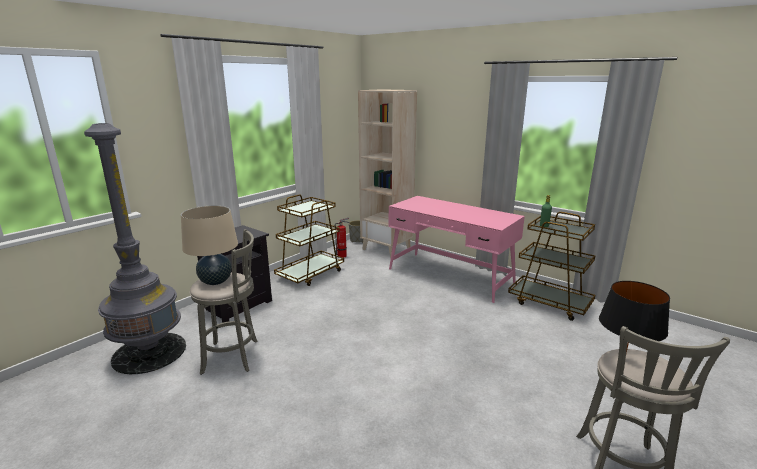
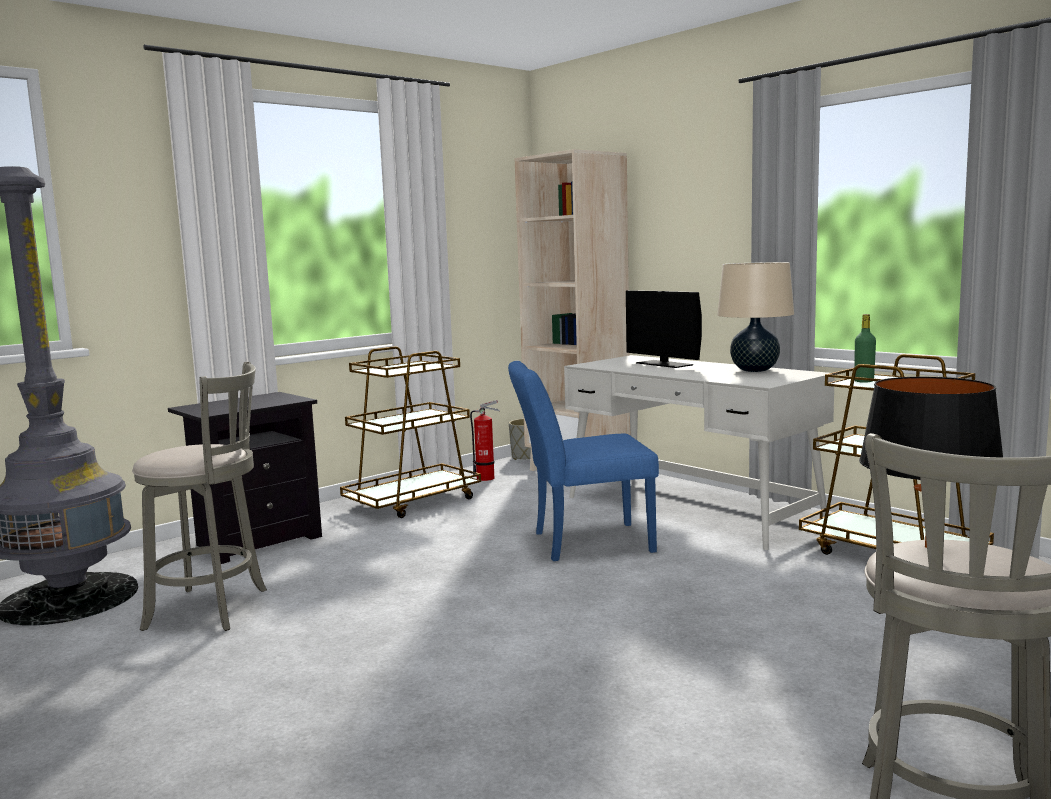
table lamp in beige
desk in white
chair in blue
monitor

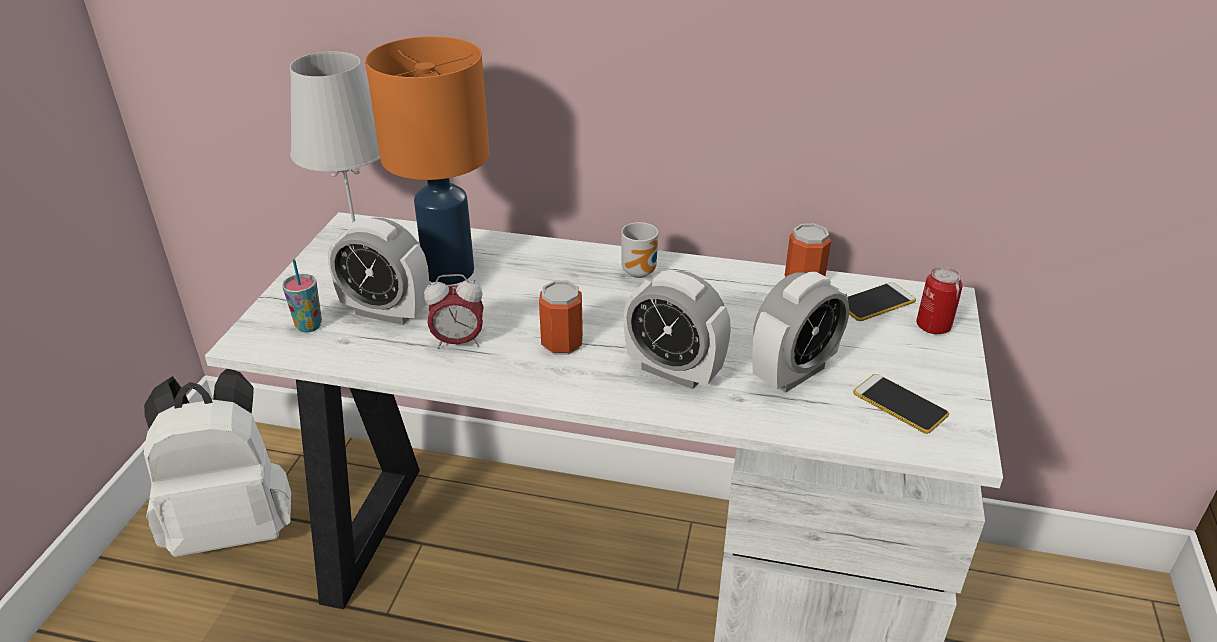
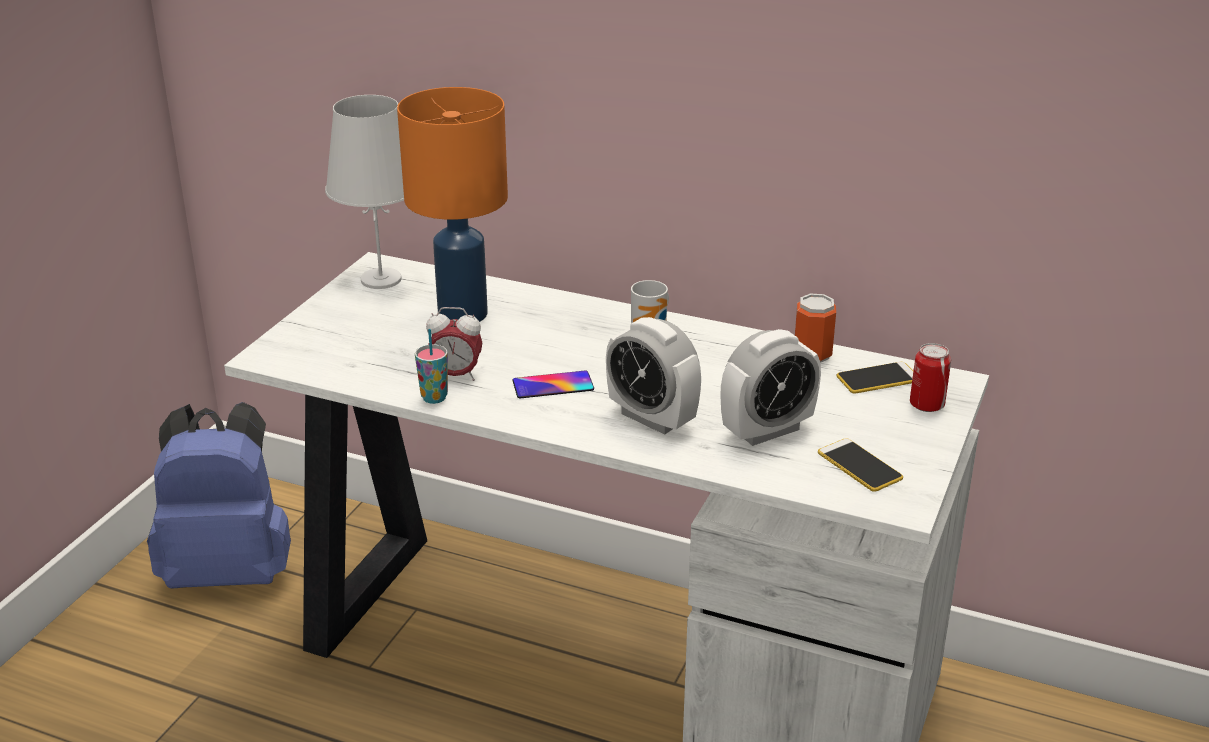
backpack in blue
cup
alarm clock (no. 1 from left in the first image)
phone (no. 1 from left)

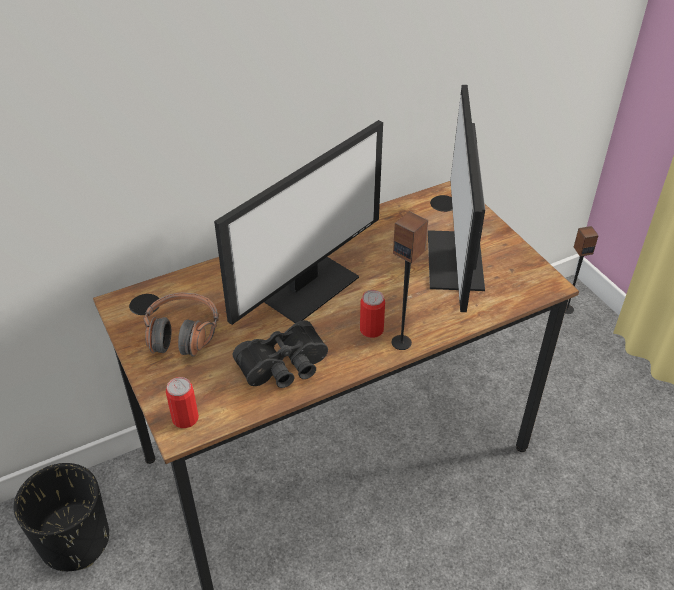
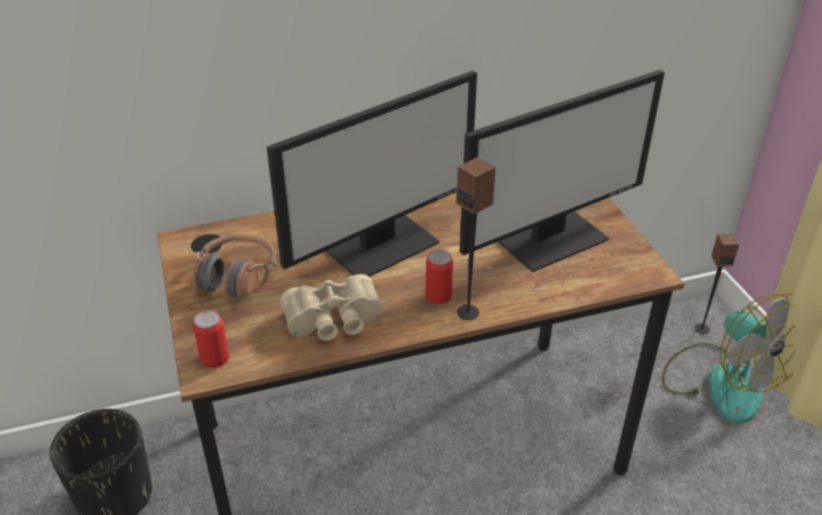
binoculars in beige
monitor (no. 2 from left)
fan

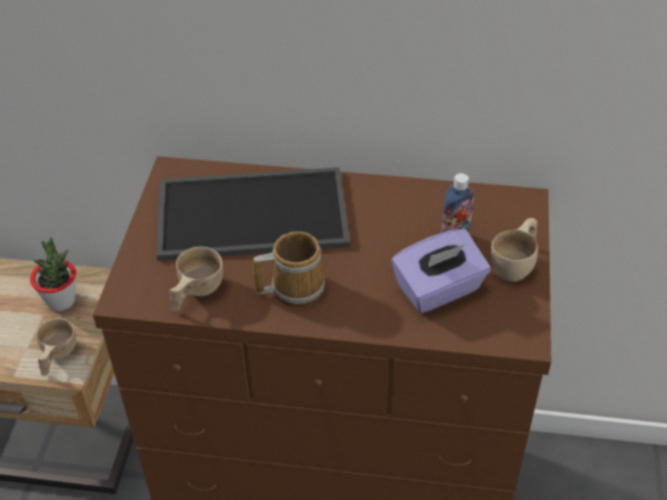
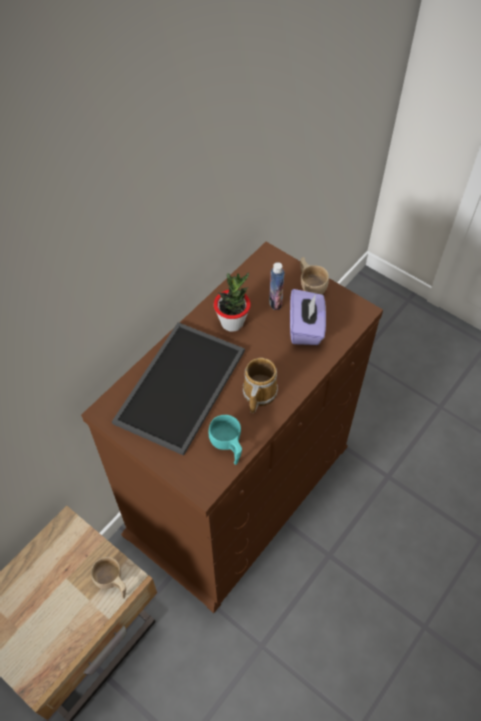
potted plant
cup in turquoise

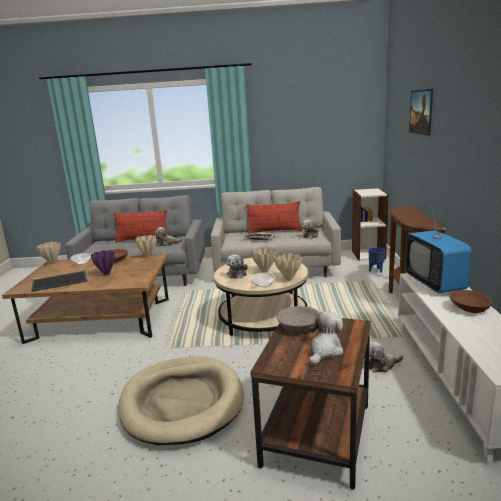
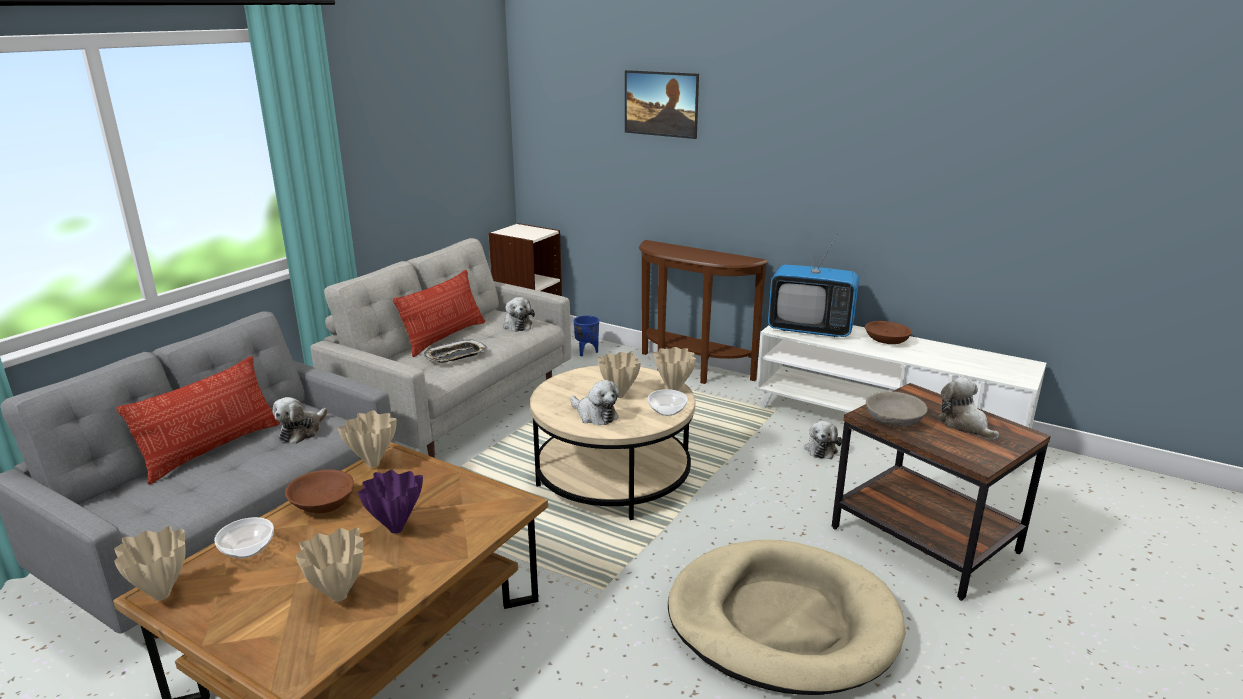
vase in beige (no. 2 from left)

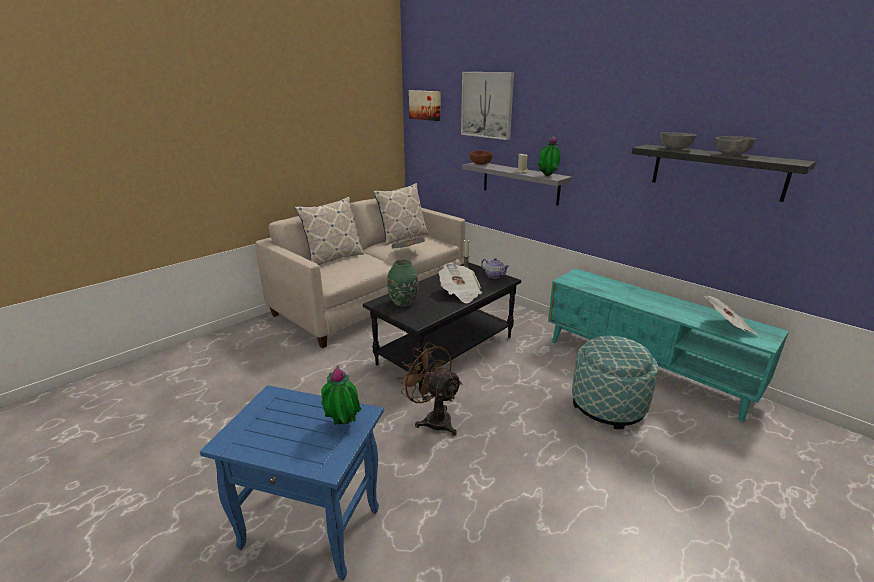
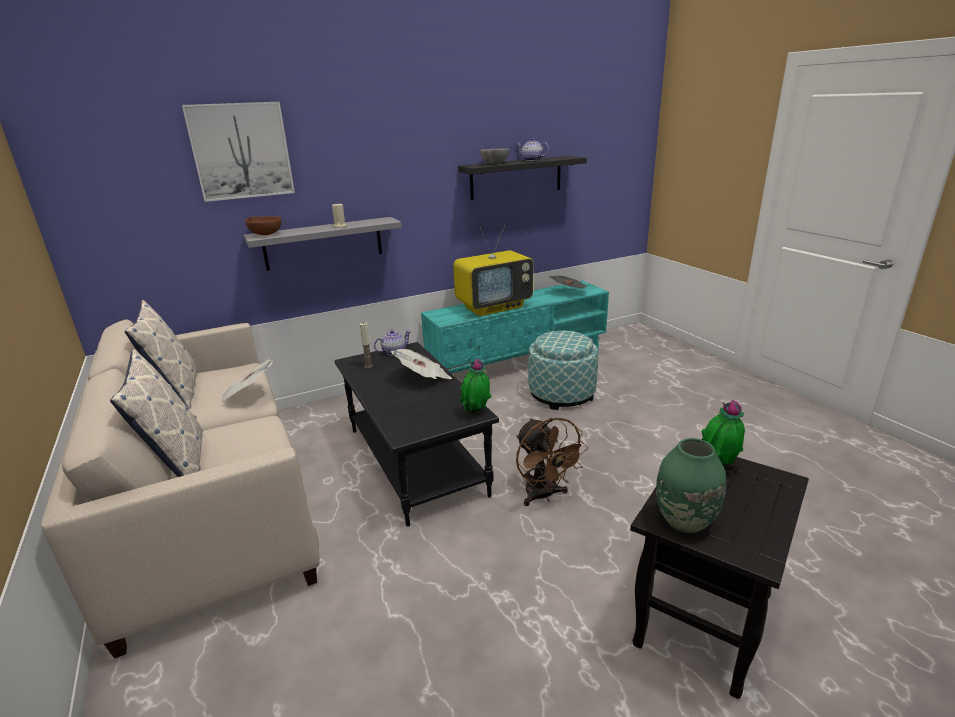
side table in black
vase in green
fan in brown
picture (no. 1 from left in the first image)
potted plant (no. 1 from left)
teapot (no. 2 from left)
television

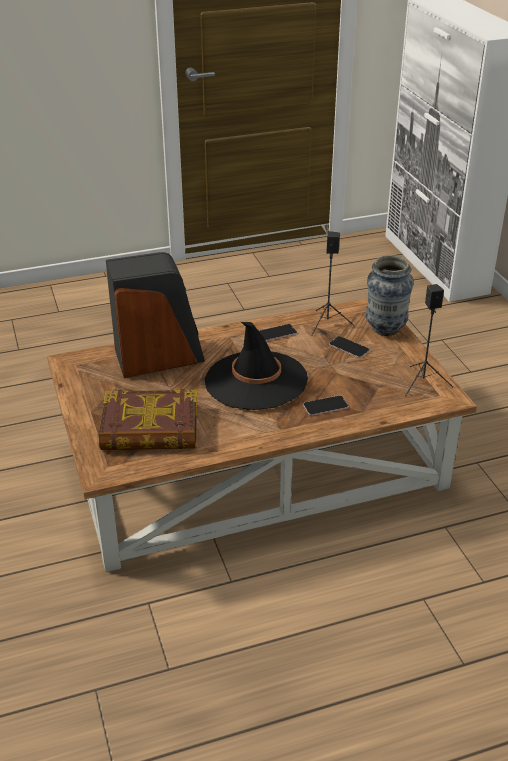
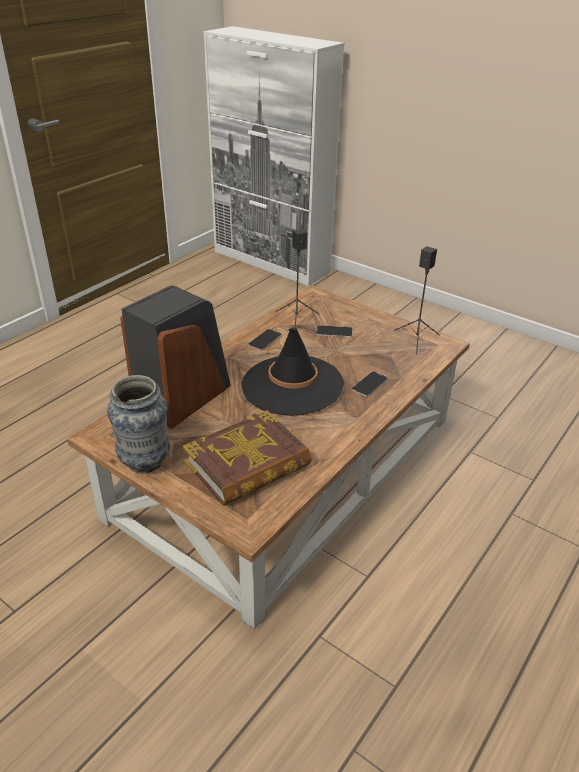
vase

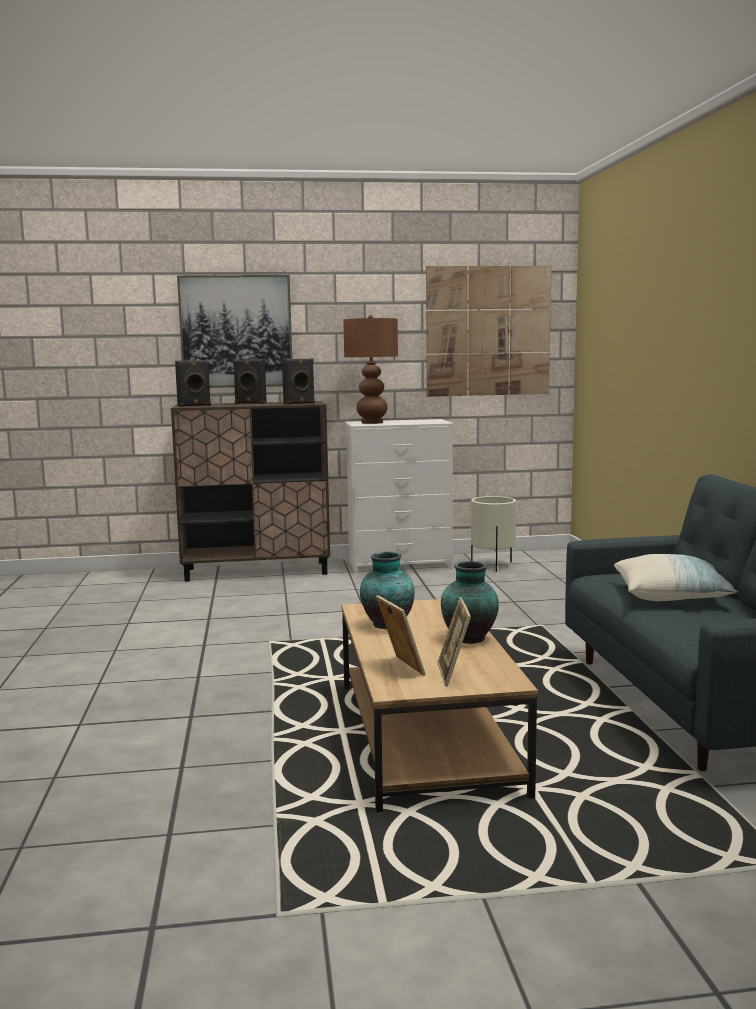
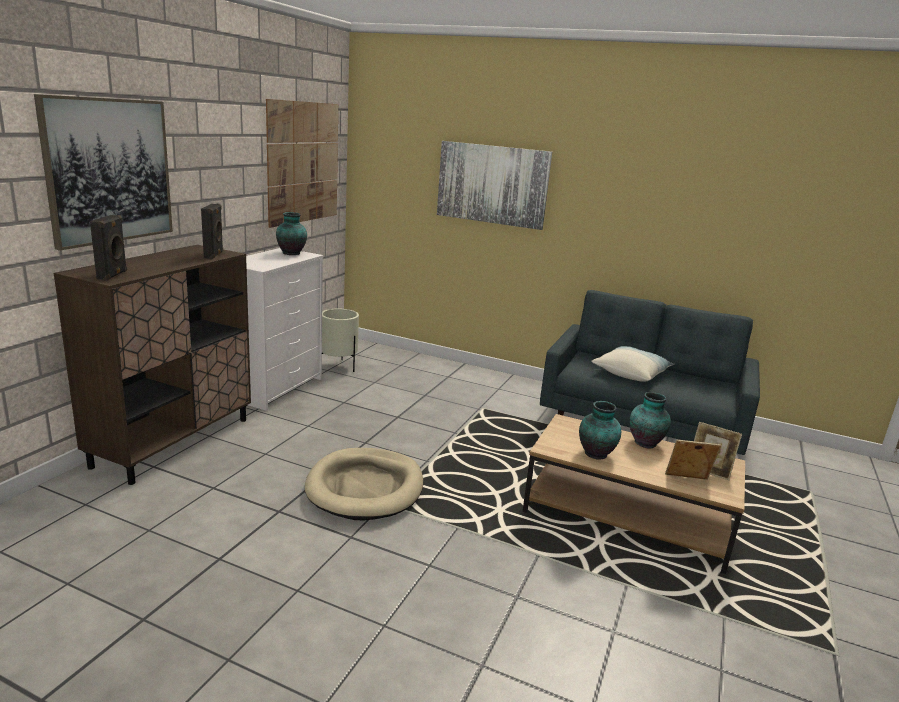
speaker in black (no. 2 from left in the first image)
table lamp in brown
vase (no. 1 from left)
dog bed in beige
picture (no. 3 from left)

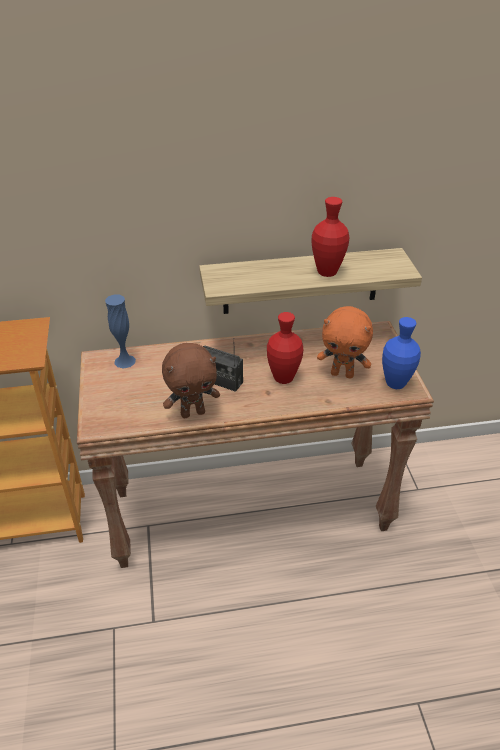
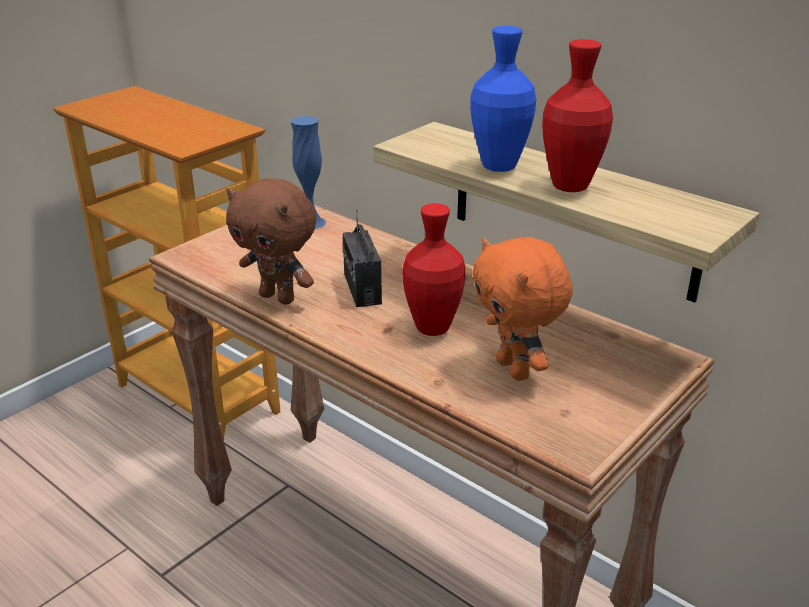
vase in blue (no. 2 from left)

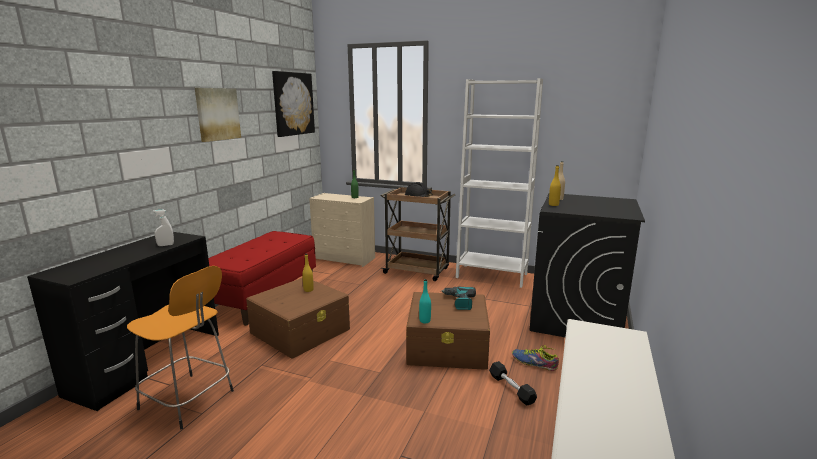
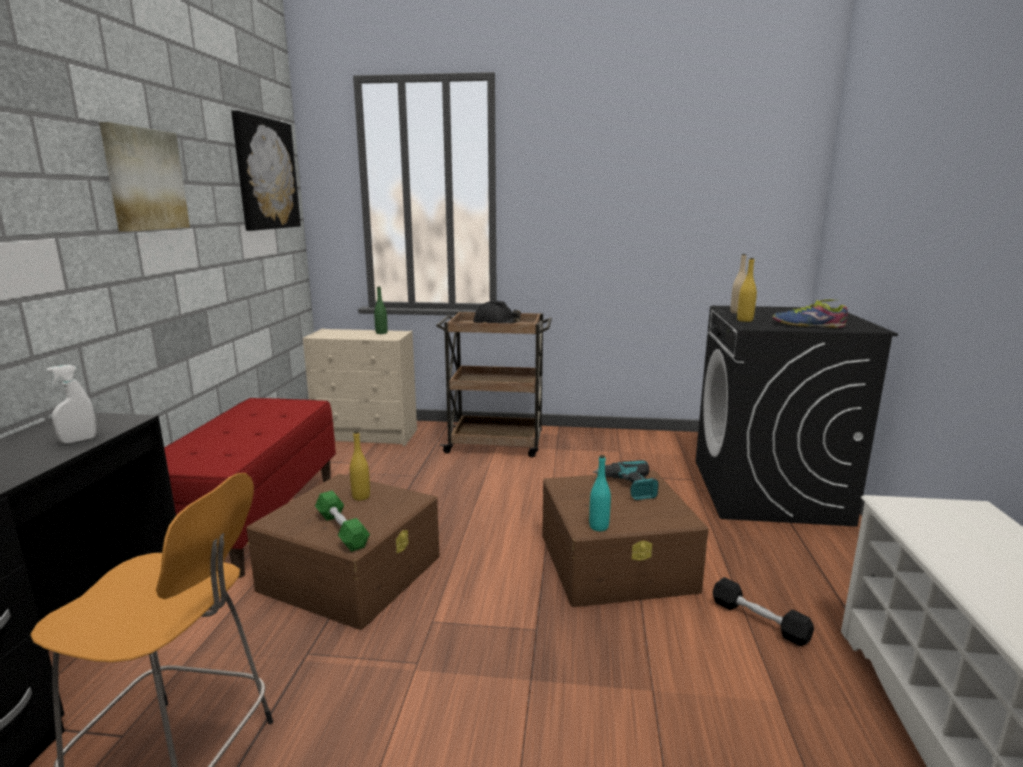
bookcase in white
shoe
dumbbell in green

